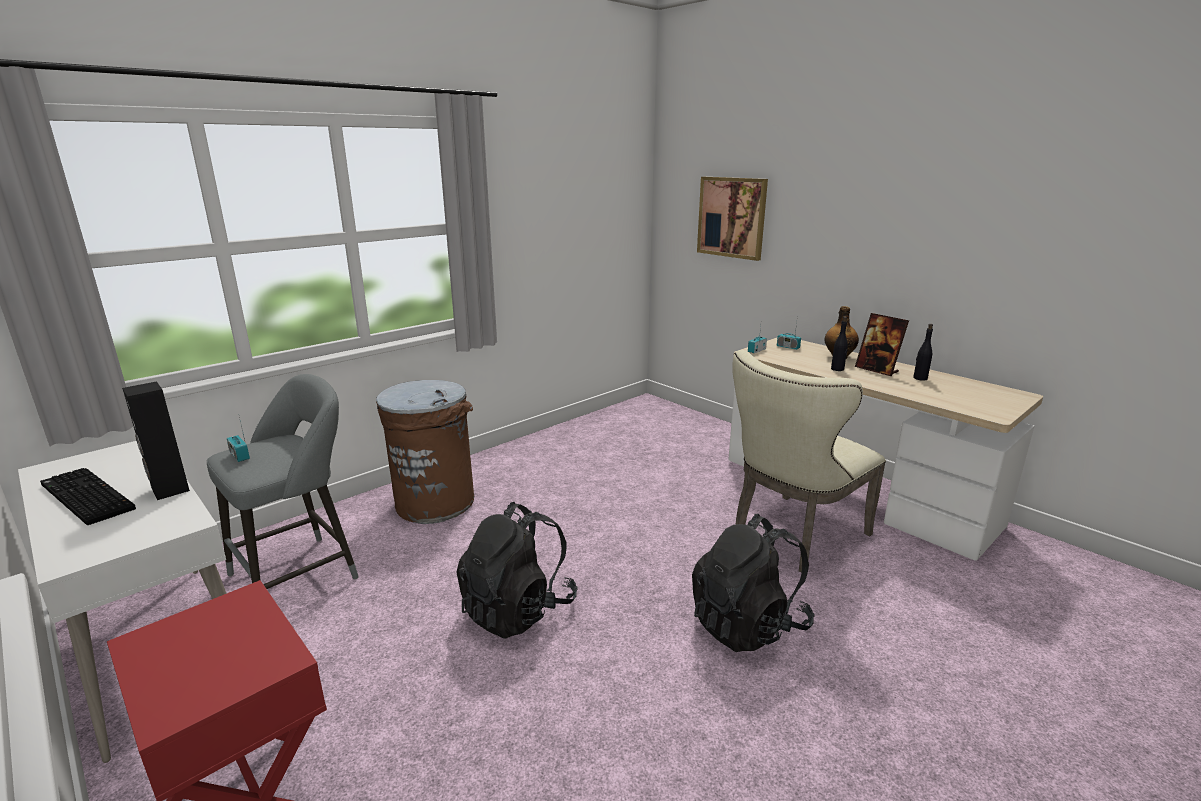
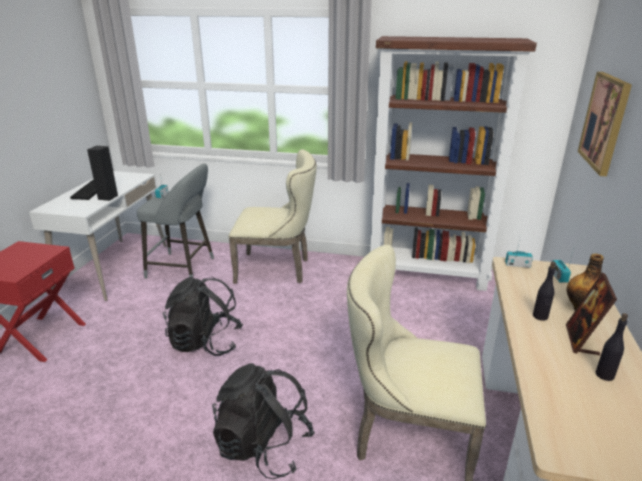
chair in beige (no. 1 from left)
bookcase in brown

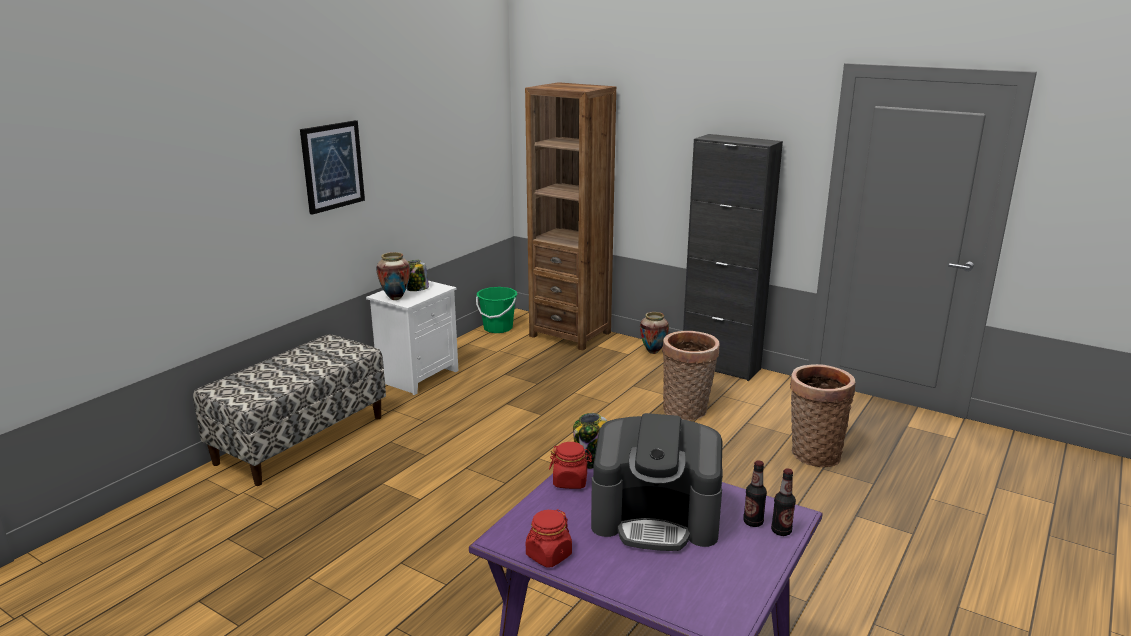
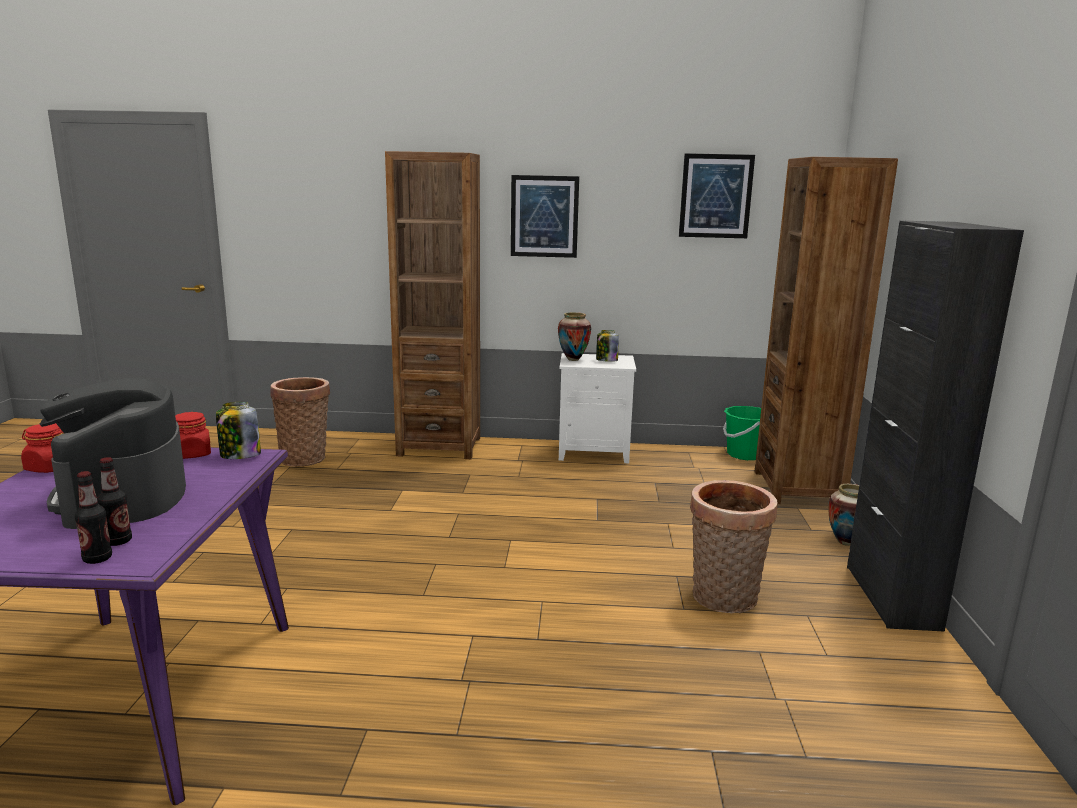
bookcase in brown (no. 1 from left)
basket (no. 1 from left)
picture (no. 2 from left)

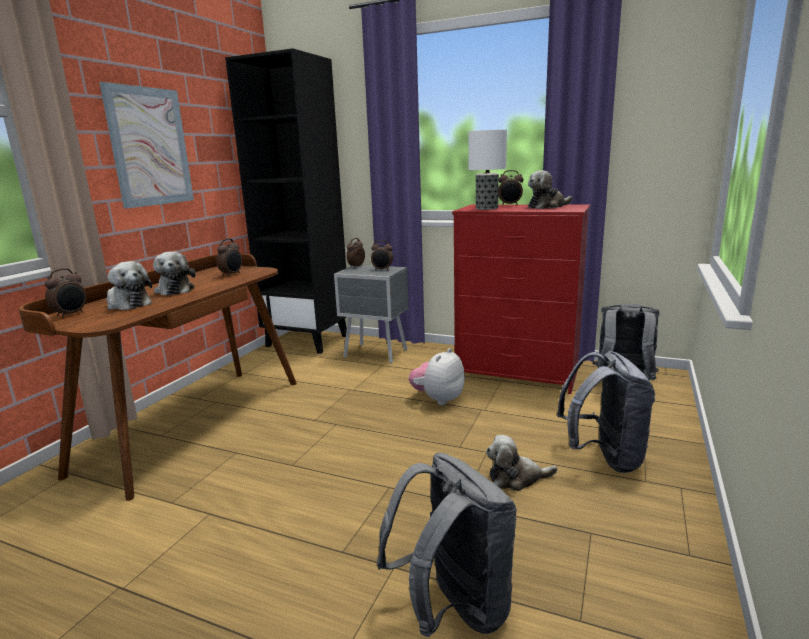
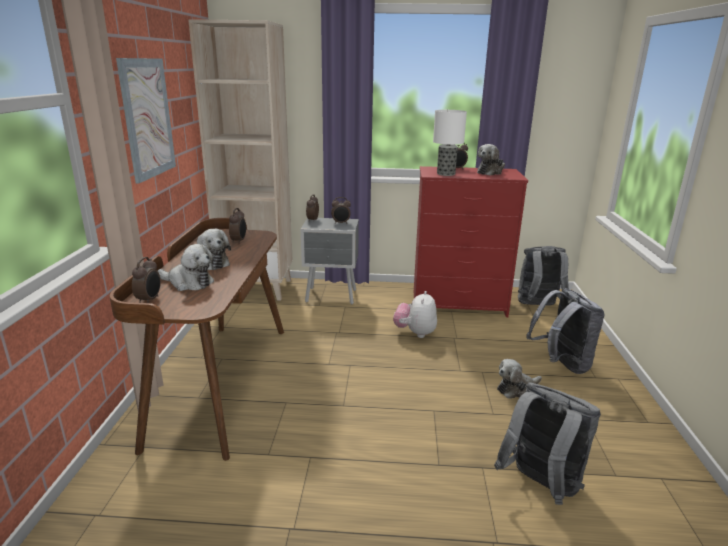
bookcase in beige

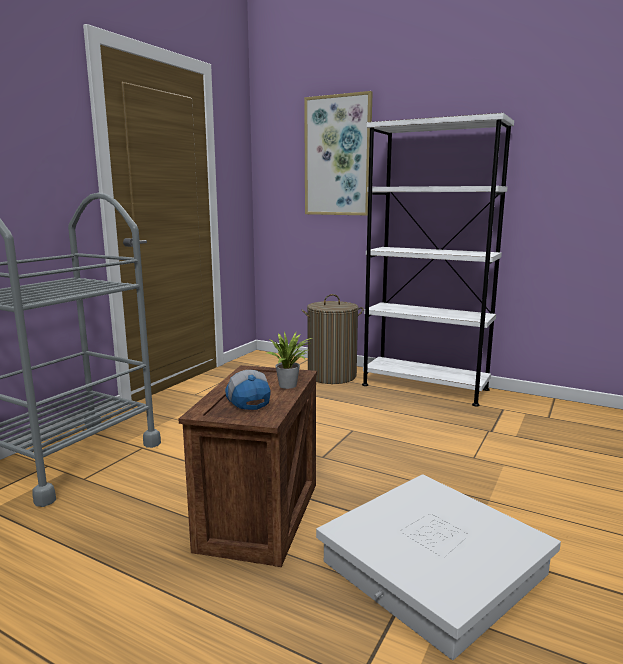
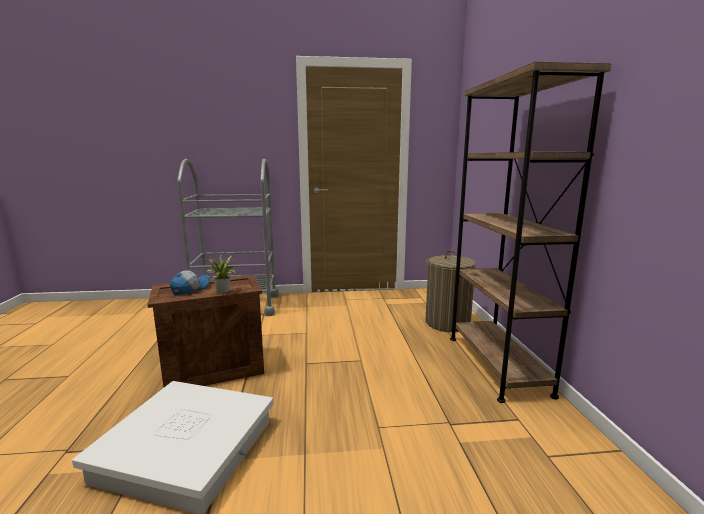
picture
bookcase in brown

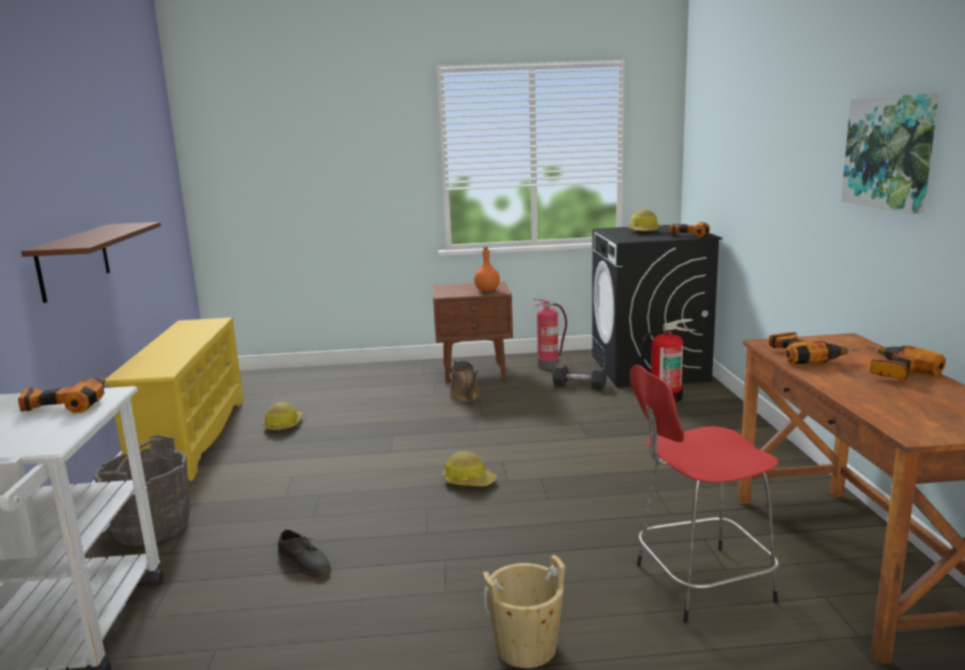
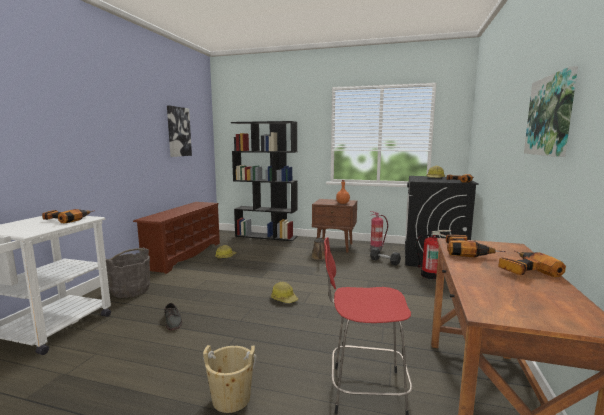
shelf in brown
shoe rack in brown
picture (no. 1 from left)
bookcase in black

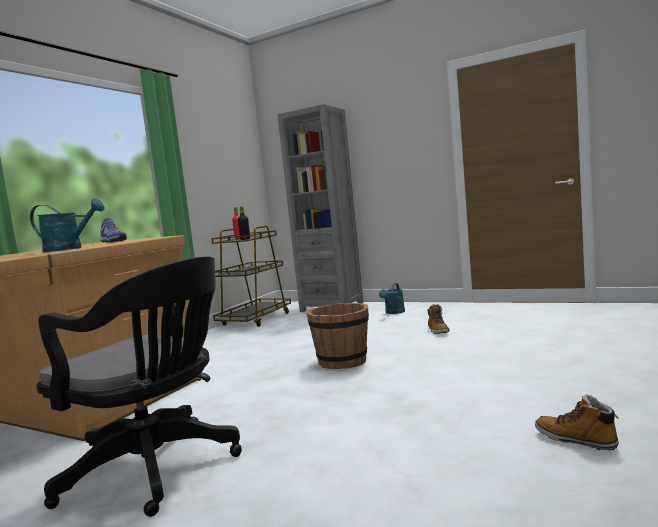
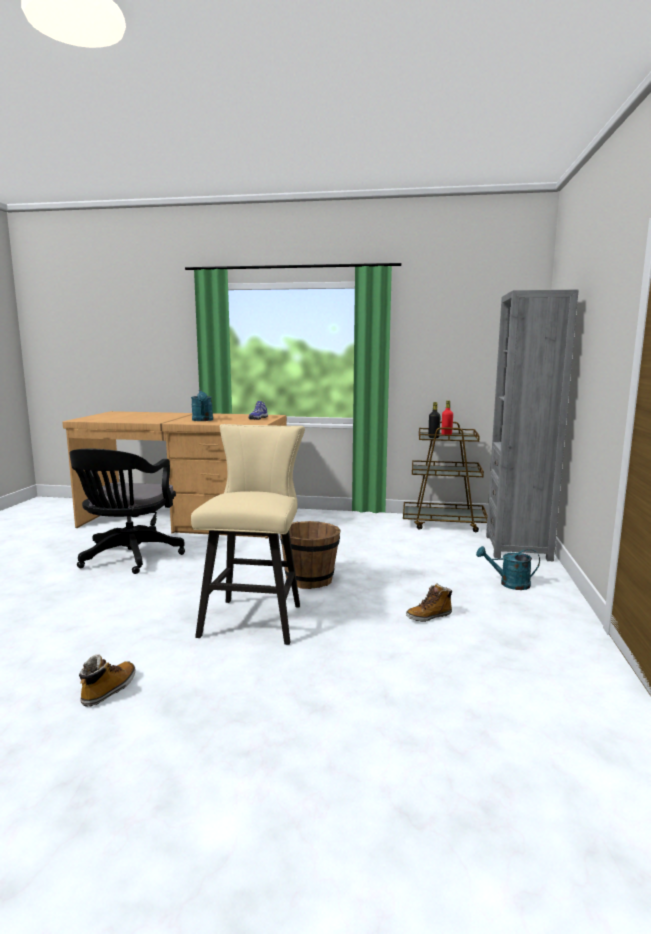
stool in beige

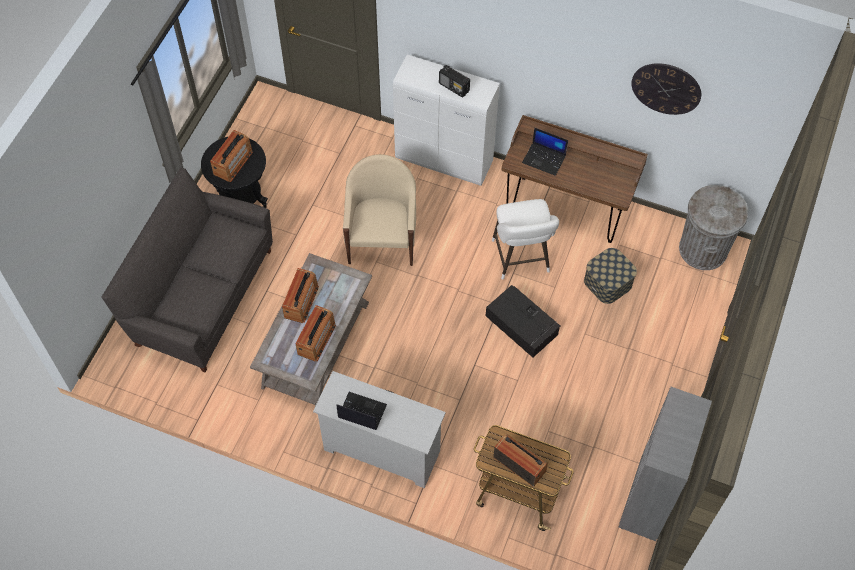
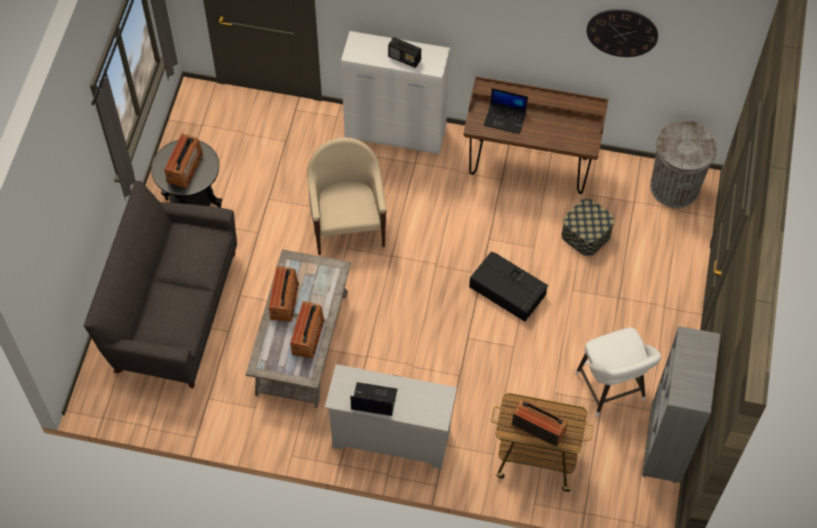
stool in white

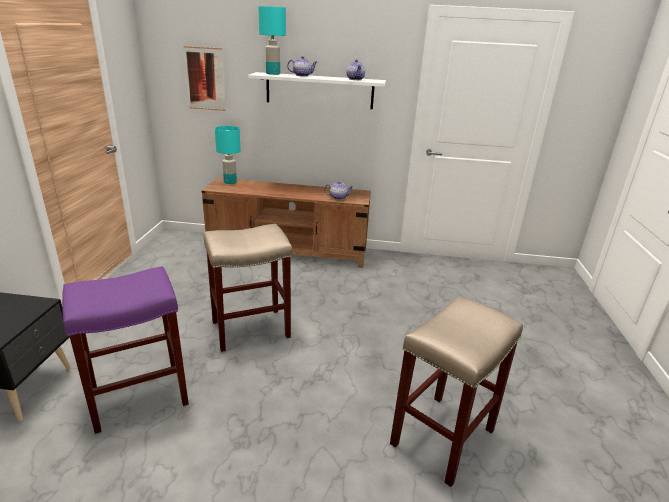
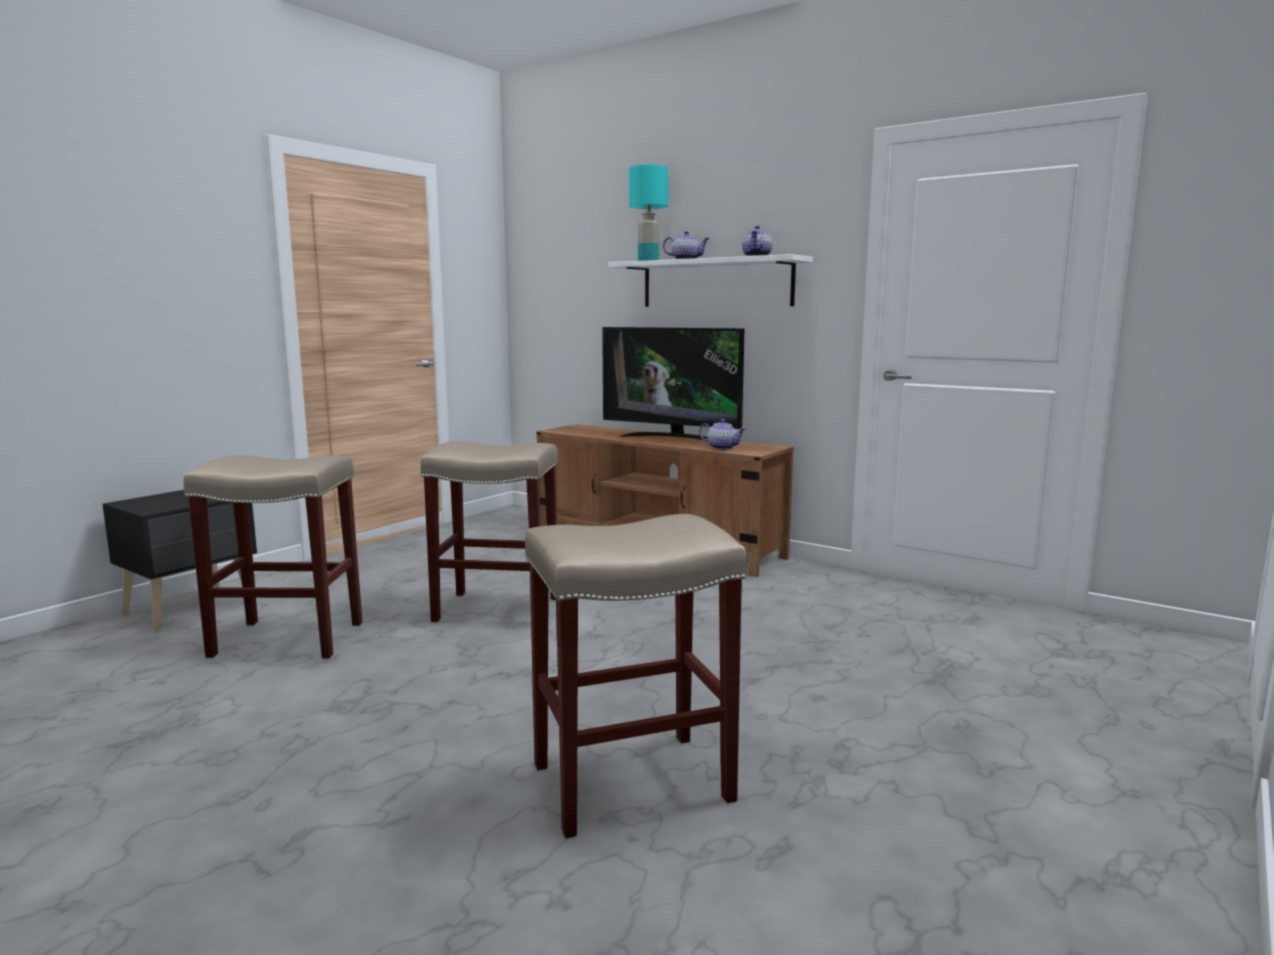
stool in beige (no. 1 from left)
picture
table lamp in turquoise (no. 1 from left in the first image)
television

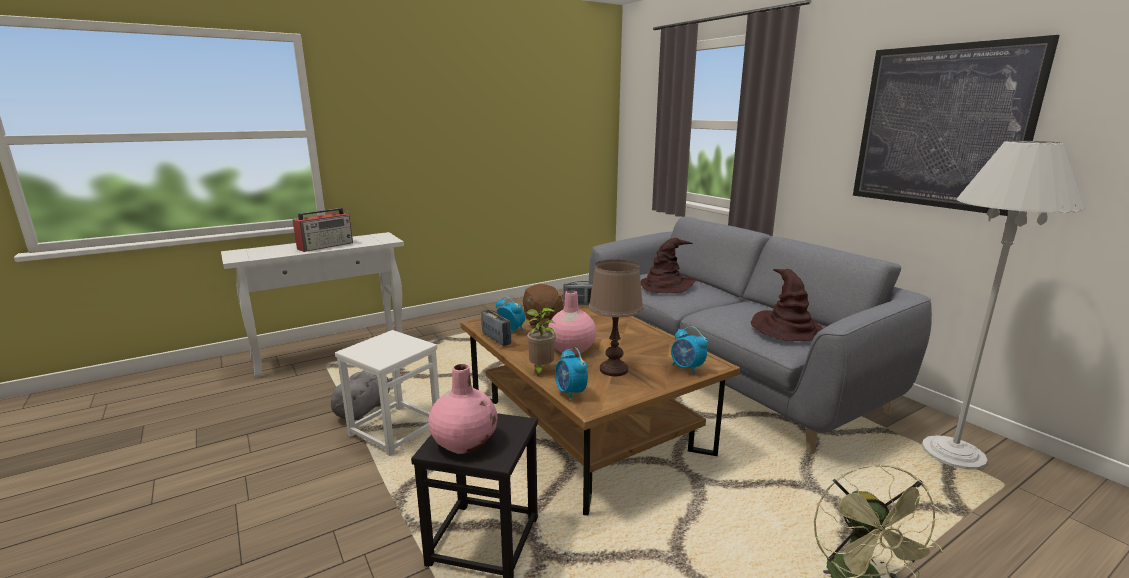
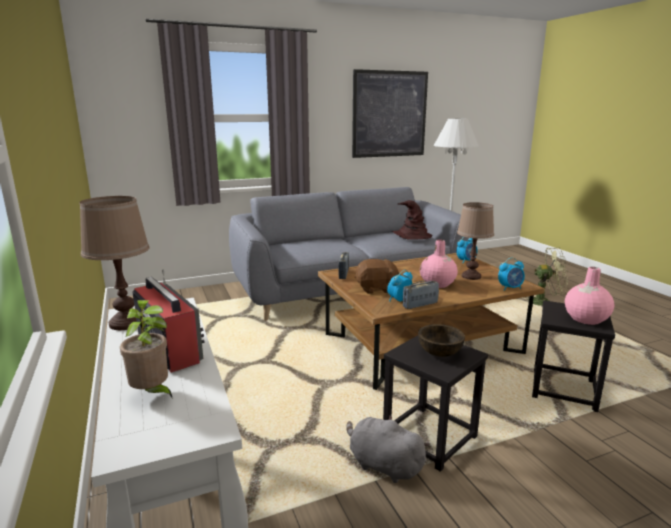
stool in black (no. 1 from left)
potted plant
hat in brown (no. 1 from left in the first image)
table lamp in brown (no. 1 from left)
bowl in brown

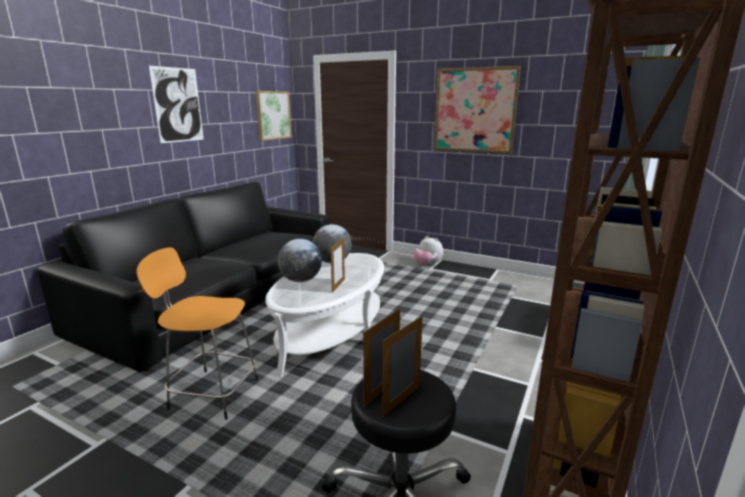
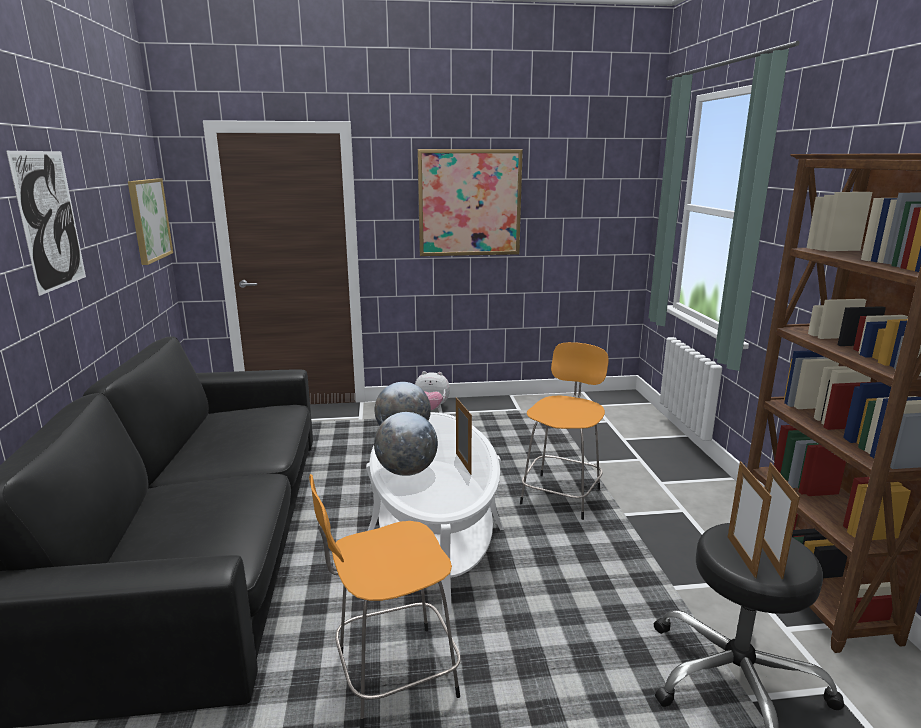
stool in orange (no. 2 from left)

